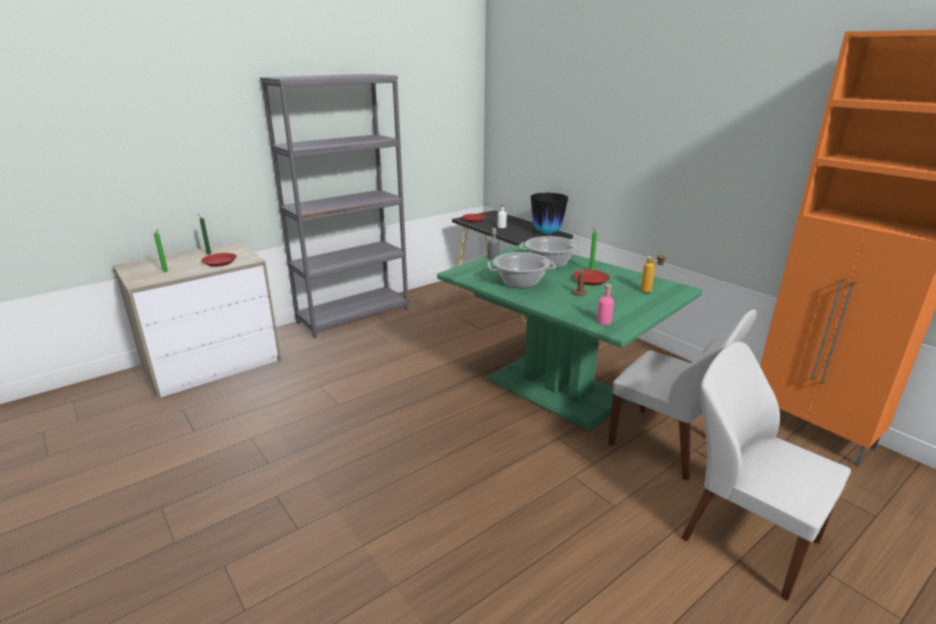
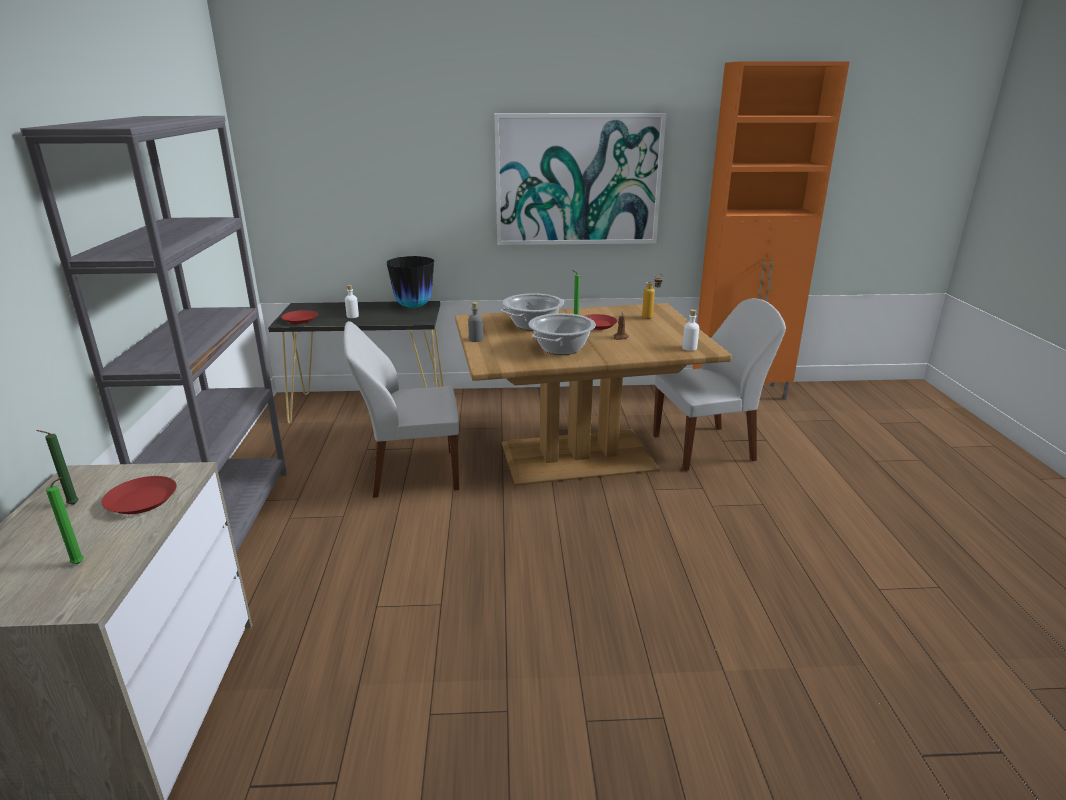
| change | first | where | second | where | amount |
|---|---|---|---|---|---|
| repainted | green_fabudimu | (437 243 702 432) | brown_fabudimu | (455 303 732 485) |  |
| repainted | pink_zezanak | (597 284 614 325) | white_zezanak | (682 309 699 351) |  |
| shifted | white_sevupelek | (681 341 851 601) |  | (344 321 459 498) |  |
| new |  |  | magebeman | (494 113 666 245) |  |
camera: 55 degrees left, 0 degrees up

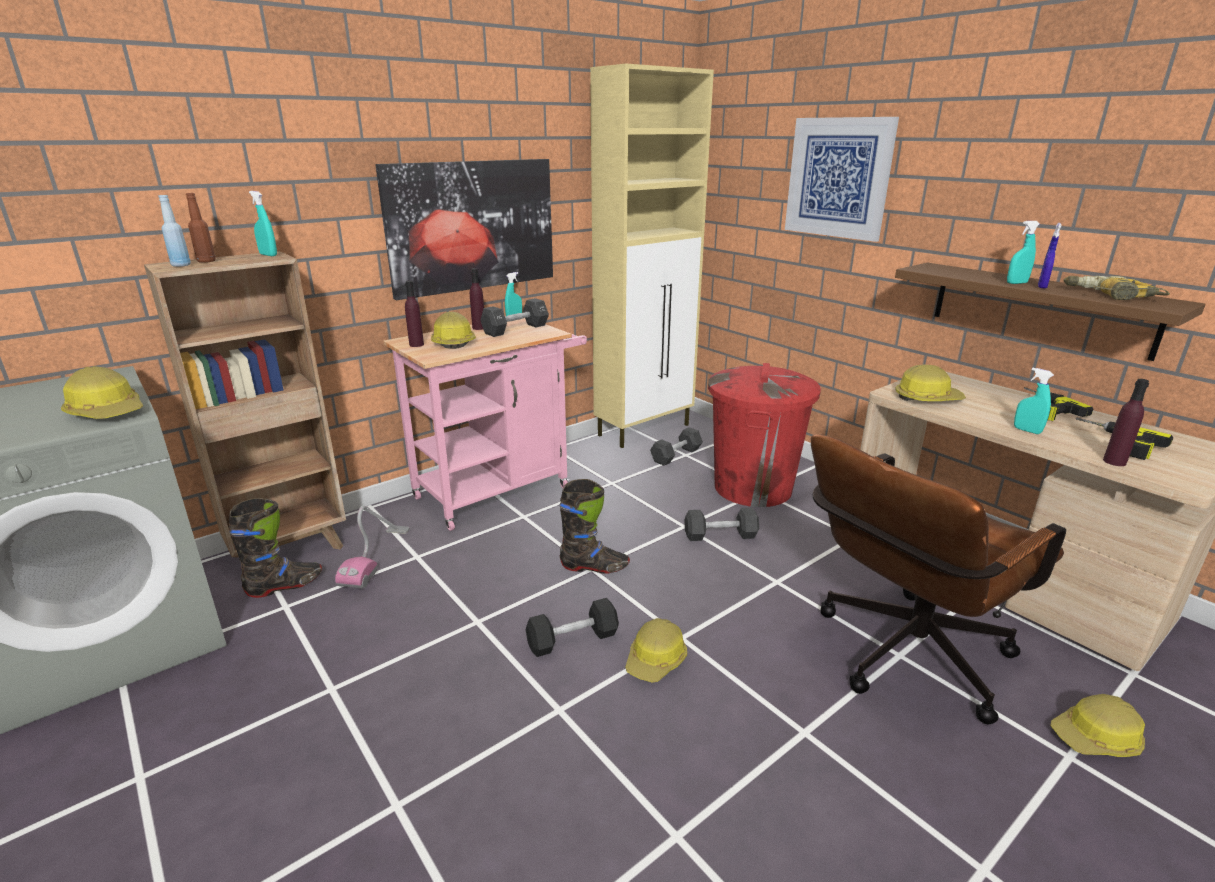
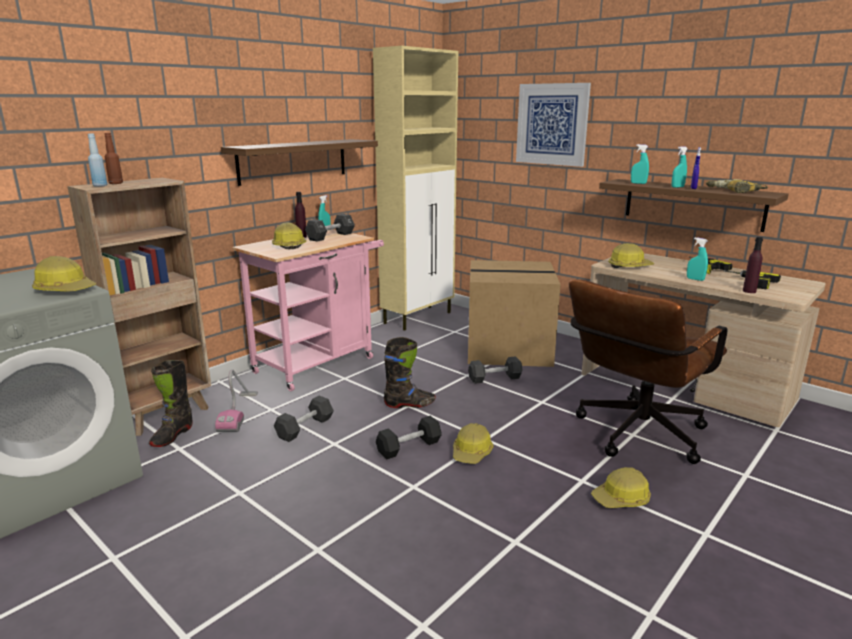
| change | first | where | second | where | amount |
|---|---|---|---|---|---|
| swapped | magebeman | (375 159 553 300) | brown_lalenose | (221 139 378 186) |  |
| shifted | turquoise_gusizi | (249 191 277 256) |  | (631 144 649 184) |  |
| gone | purple_zezanak | (405 281 424 347) |  |  |  |
| swapped | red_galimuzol | (708 363 821 507) | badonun | (468 260 561 367) |  |
| shifted | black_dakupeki | (650 427 703 466) |  | (274 396 334 442) |  |
| rotated | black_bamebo | (229 498 322 598) |  | (149 360 193 447) | 150 degrees clockwise |
| shifted | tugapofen | (1050 694 1145 757) |  | (591 467 651 508) |  |
camera: 10 degrees left, 5 degrees down

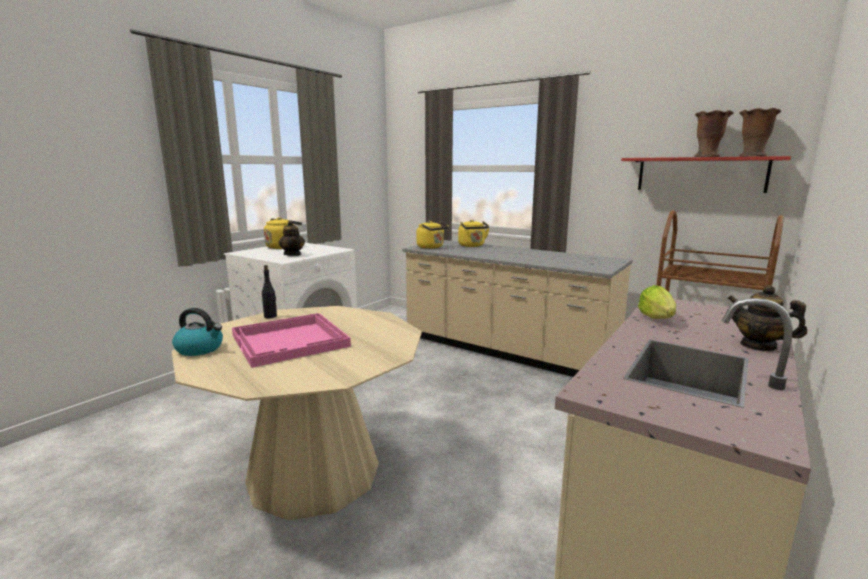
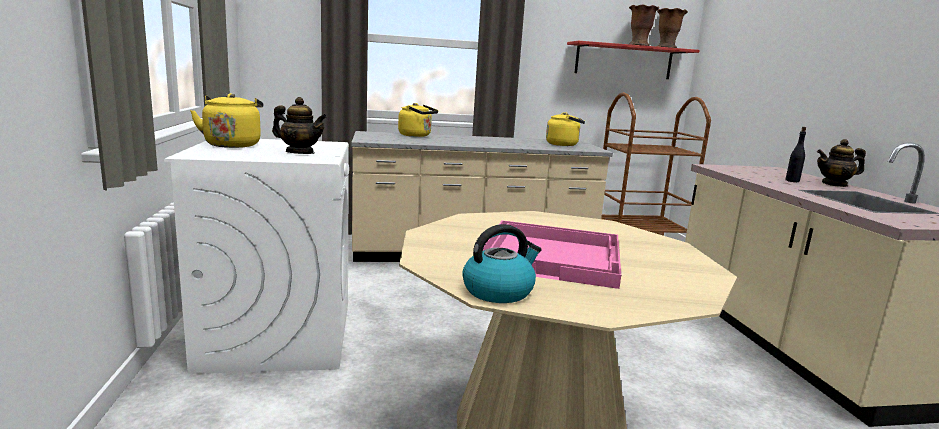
| change | first | where | second | where | amount |
|---|---|---|---|---|---|
| shifted | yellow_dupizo | (416 221 449 249) |  | (546 112 585 146) |  |
| shifted | black_zezanak | (262 265 277 318) |  | (785 127 806 182) |  |
| gone | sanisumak | (638 285 676 319) |  |  |  |
camera: 45 degrees left, 0 degrees up

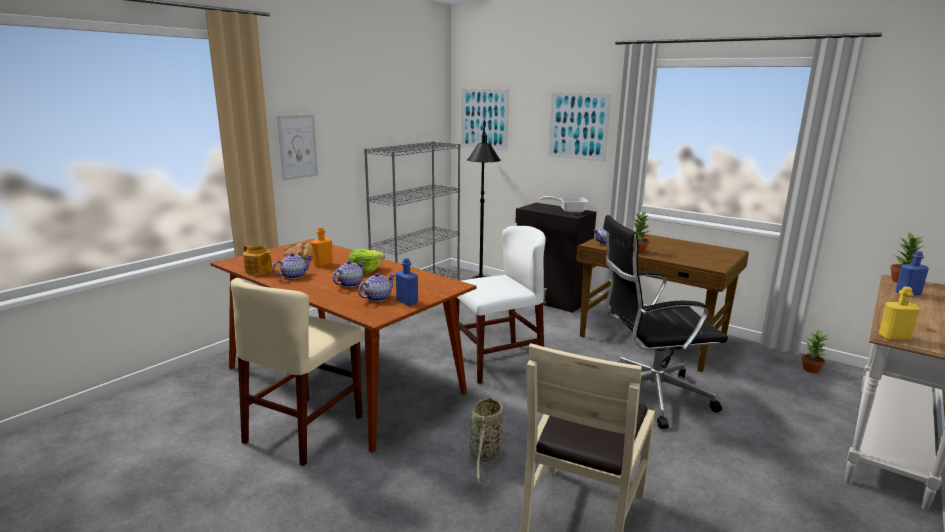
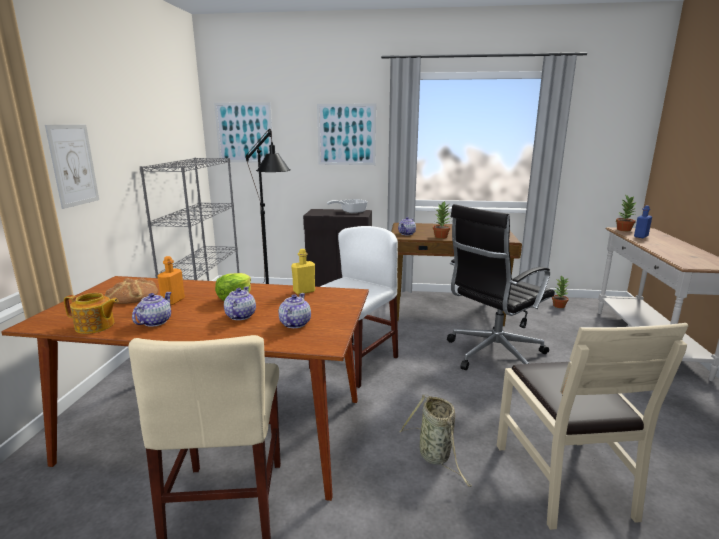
| change | first | where | second | where | amount |
|---|---|---|---|---|---|
| gone | blue_zezanak | (396 258 418 306) |  |  |  |
| shifted | yellow_zezanak | (879 287 920 341) |  | (291 249 315 295) |  |
camera: 30 degrees left, 0 degrees up

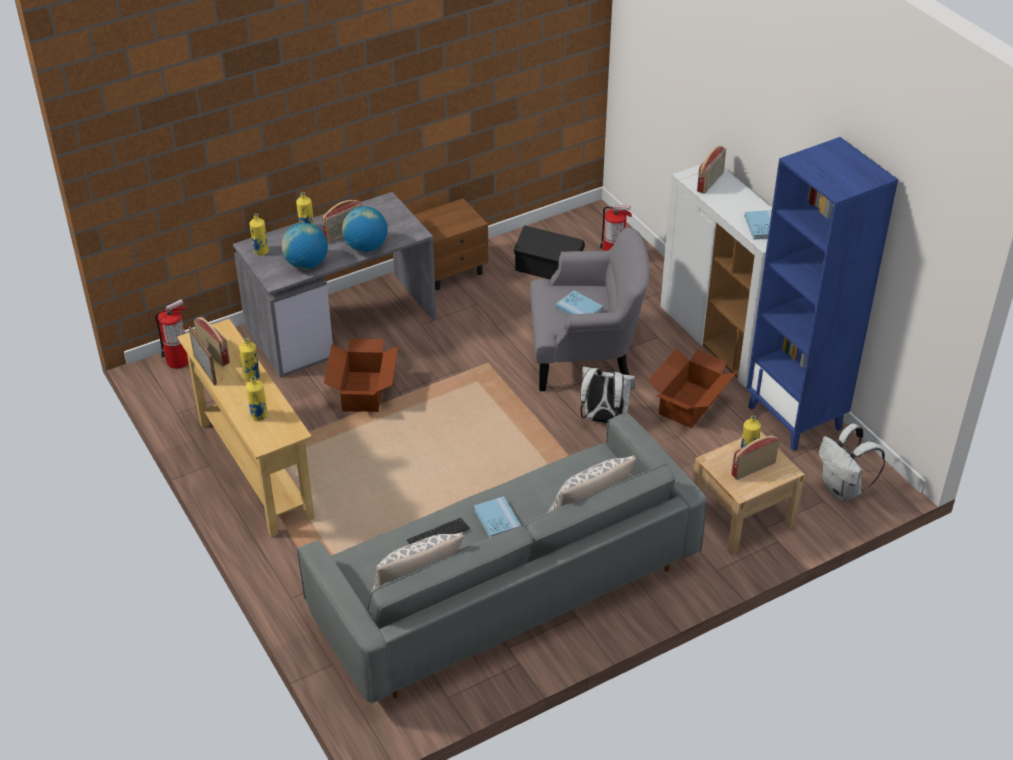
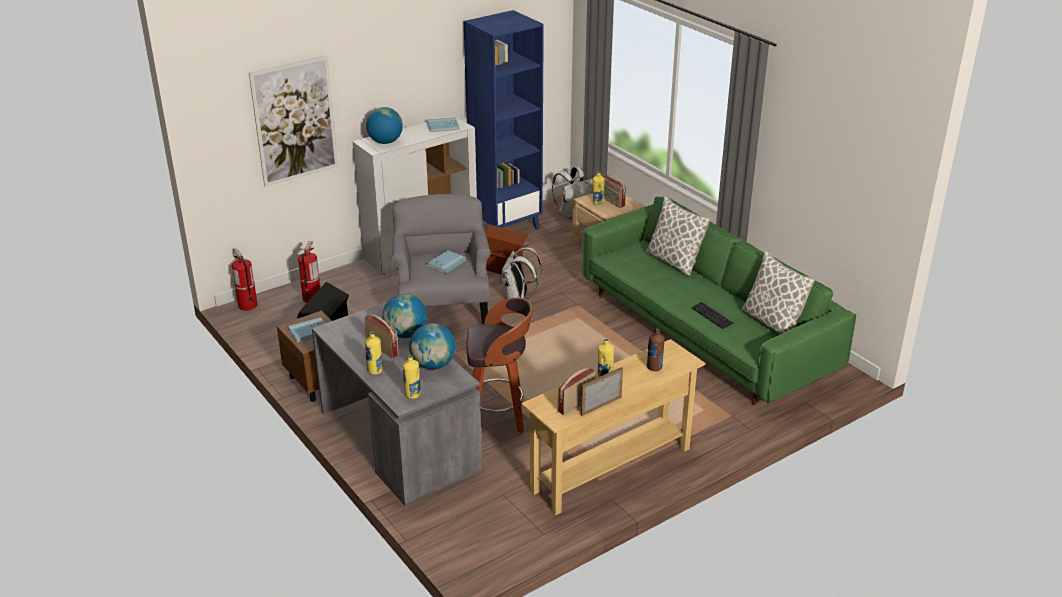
| change | first | where | second | where | amount |
|---|---|---|---|---|---|
| swapped | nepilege | (697 146 726 194) | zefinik | (366 107 403 144) |  |
| shifted | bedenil | (155 299 189 369) |  | (232 248 258 311) |  |
| swapped | badonun | (324 338 398 412) | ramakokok | (467 297 533 433) |  |
| repainted | yellow_zezanak | (246 377 268 421) | brown_zezanak | (647 329 665 371) |  |
| repainted | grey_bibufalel | (297 412 707 704) | green_bibufalel | (582 197 856 405) |  |
| shifted | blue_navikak | (474 496 521 537) |  | (288 317 325 343) |  |
| new |  |  | magebeman | (249 55 338 187) |  |
camera: 95 degrees left, 10 degrees down

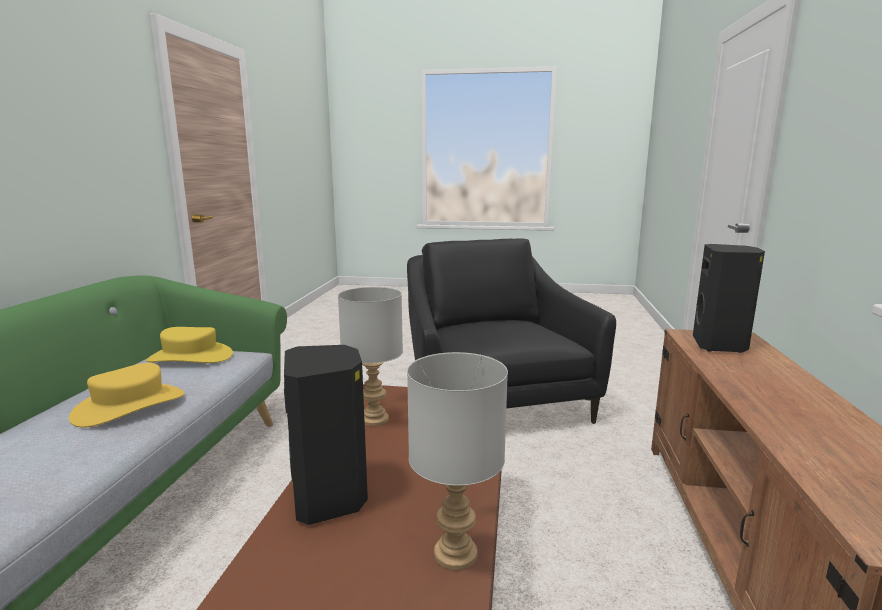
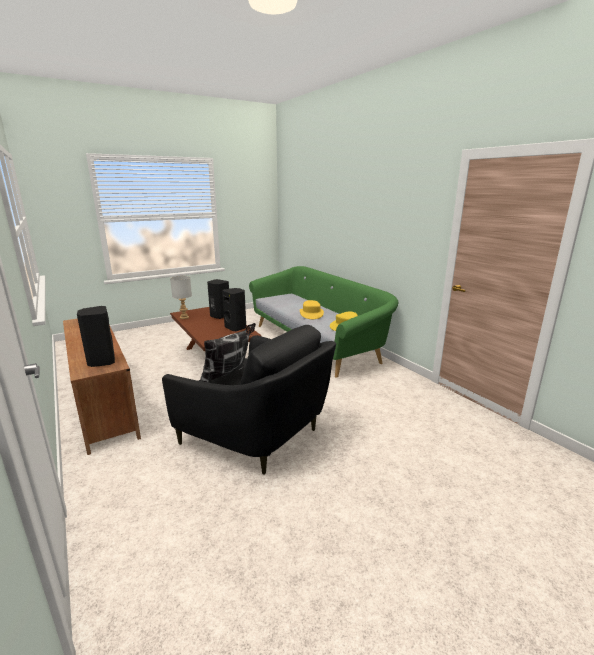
| change | first | where | second | where | amount |
|---|---|---|---|---|---|
| swapped | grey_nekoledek | (338 287 403 426) | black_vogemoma | (222 288 246 332) |  |
| new |  |  | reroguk | (200 323 256 382) |  |
camera: 140 degrees right, 5 degrees up

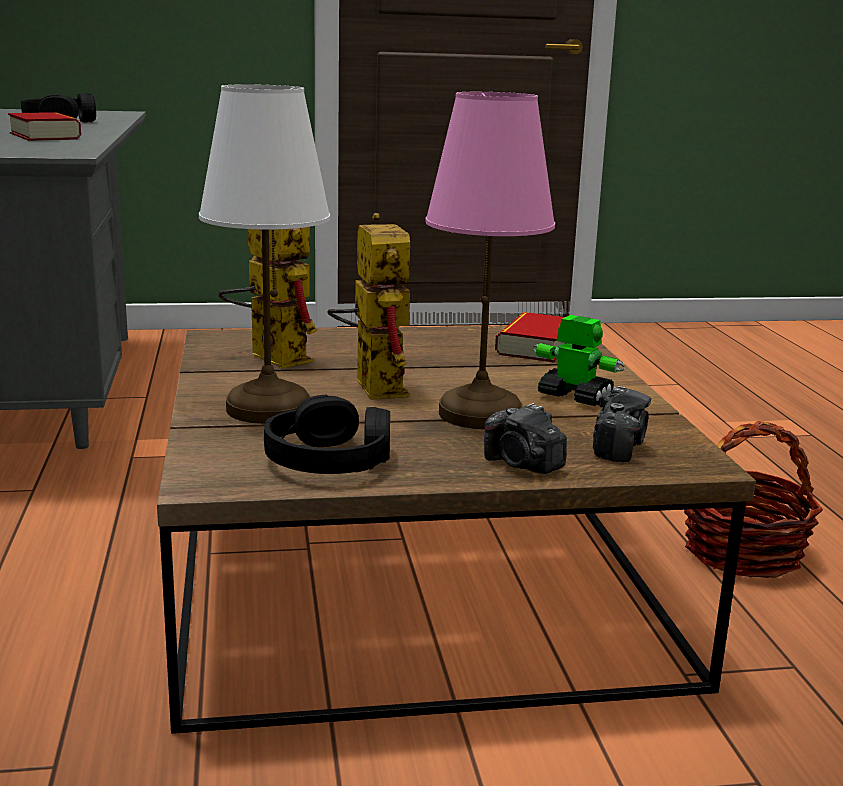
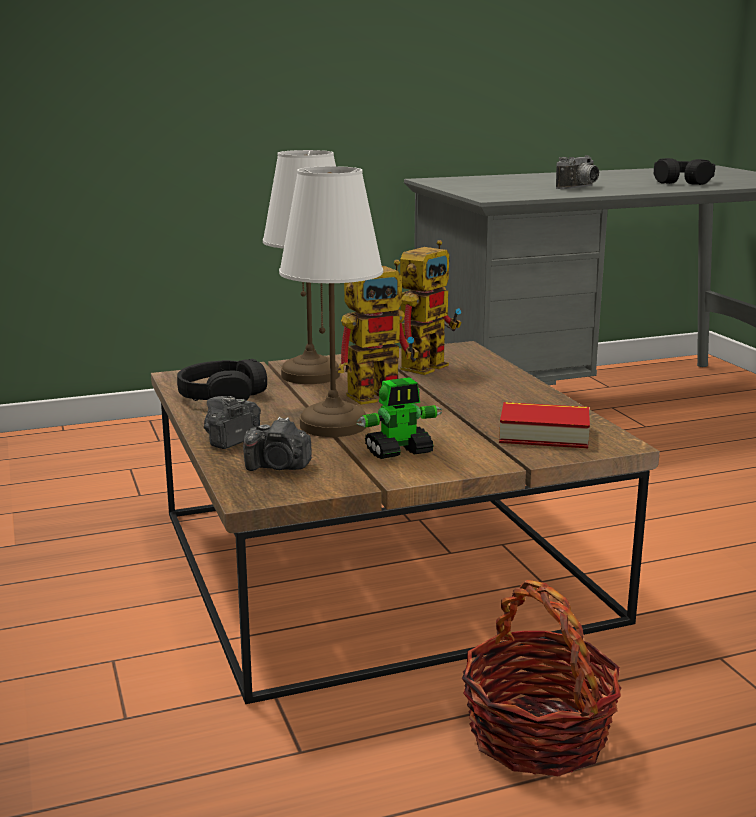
| change | first | where | second | where | amount |
|---|---|---|---|---|---|
| repainted | pink_nekoledek | (425 92 555 429) | white_nekoledek | (279 166 383 437) |  |
| swapped | navikak | (8 112 81 141) | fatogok | (556 155 599 189) |  |
| rotated | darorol | (533 315 625 406) |  | (356 377 442 459) | 45 degrees clockwise |
camera: 80 degrees right, 0 degrees up

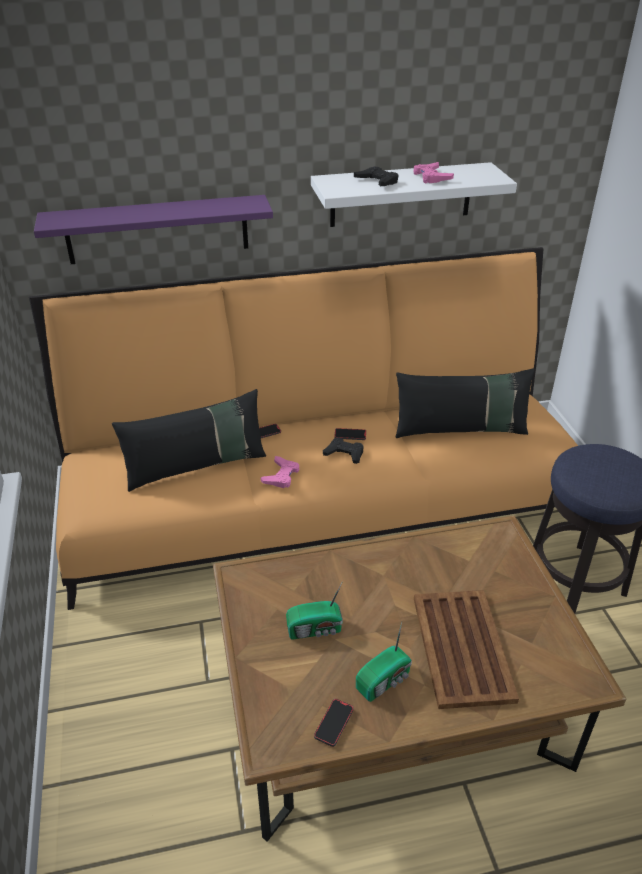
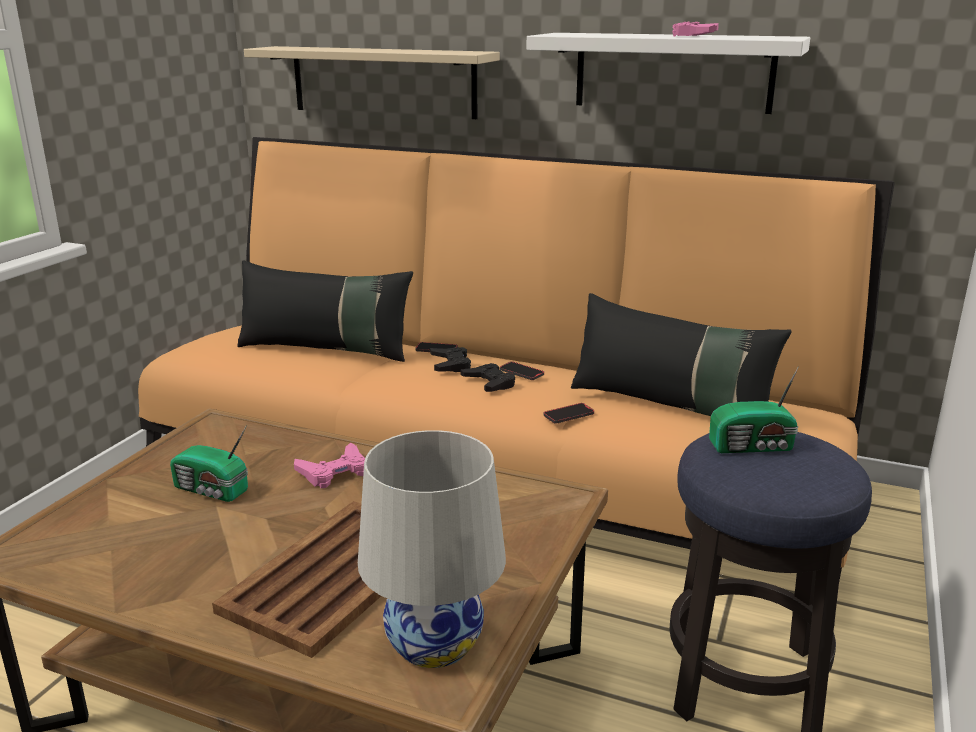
| change | first | where | second | where | amount |
|---|---|---|---|---|---|
| shifted | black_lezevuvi | (354 166 399 186) |  | (430 347 471 372) |  |
| repainted | purple_lalenose | (34 195 273 264) | beige_lalenose | (244 46 500 119) |  |
| shifted | pink_lezevuvi | (261 456 299 488) |  | (294 443 365 488) |  |
| shifted | nepilege | (356 622 412 702) |  | (709 366 799 453) |  |
| shifted | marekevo | (314 699 354 747) |  | (544 403 594 423) |  |
| new |  |  | white_nekoledek | (358 430 506 668) |  |
camera: 35 degrees right, 15 degrees down

